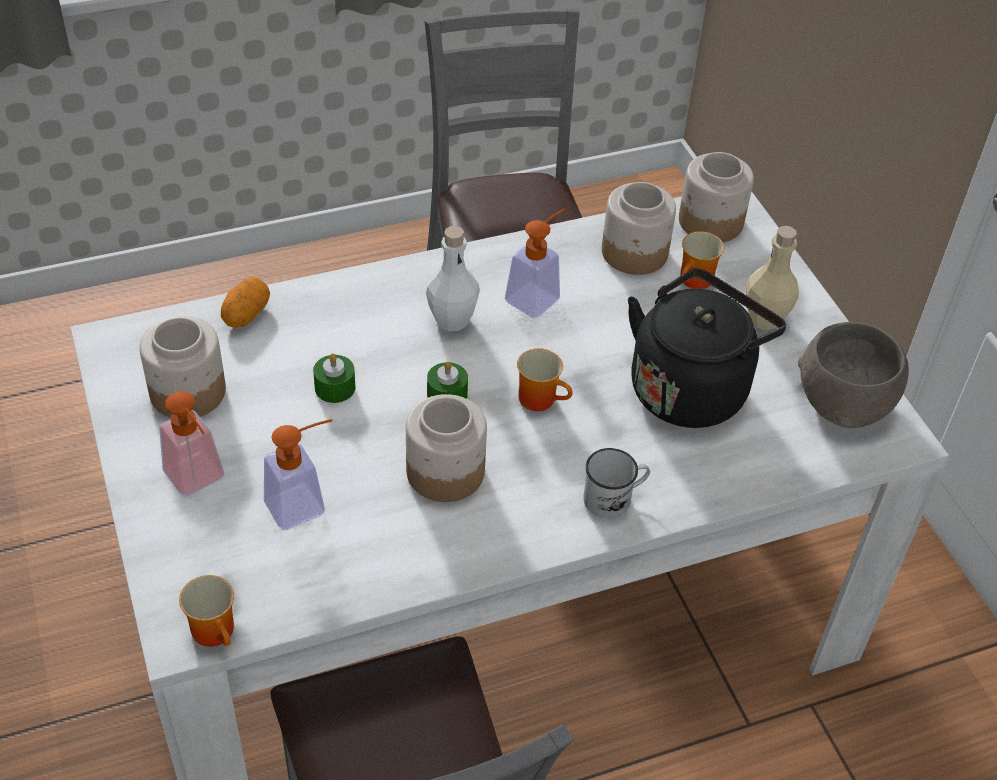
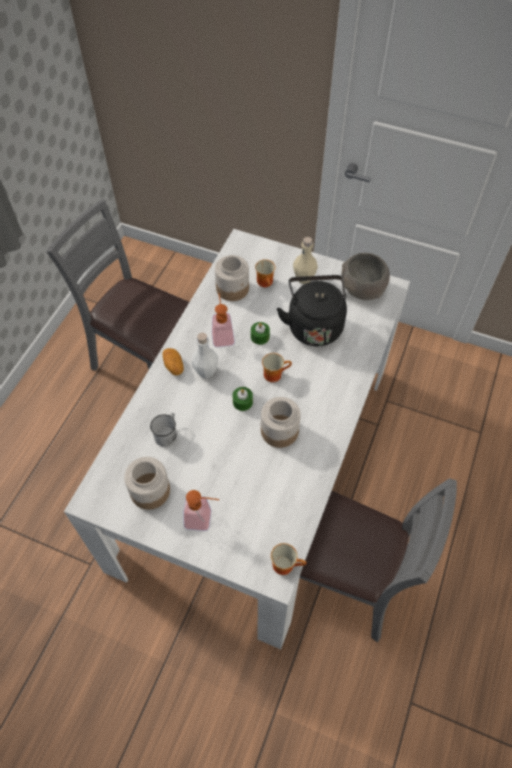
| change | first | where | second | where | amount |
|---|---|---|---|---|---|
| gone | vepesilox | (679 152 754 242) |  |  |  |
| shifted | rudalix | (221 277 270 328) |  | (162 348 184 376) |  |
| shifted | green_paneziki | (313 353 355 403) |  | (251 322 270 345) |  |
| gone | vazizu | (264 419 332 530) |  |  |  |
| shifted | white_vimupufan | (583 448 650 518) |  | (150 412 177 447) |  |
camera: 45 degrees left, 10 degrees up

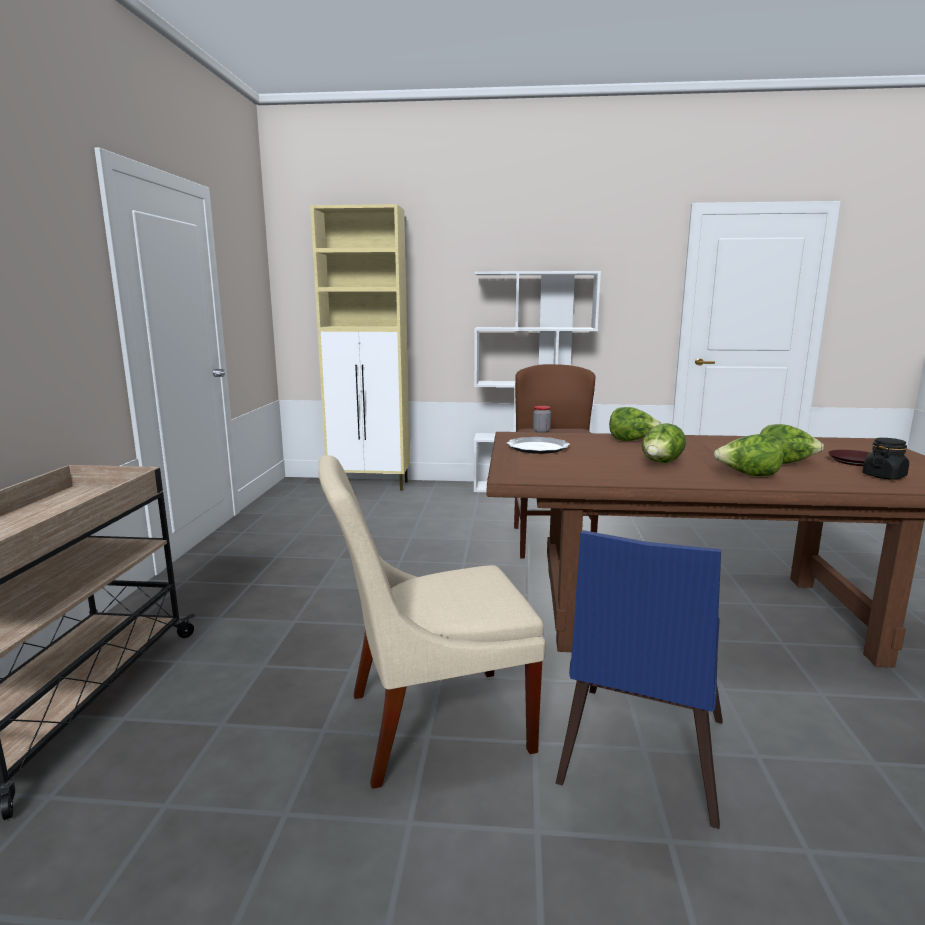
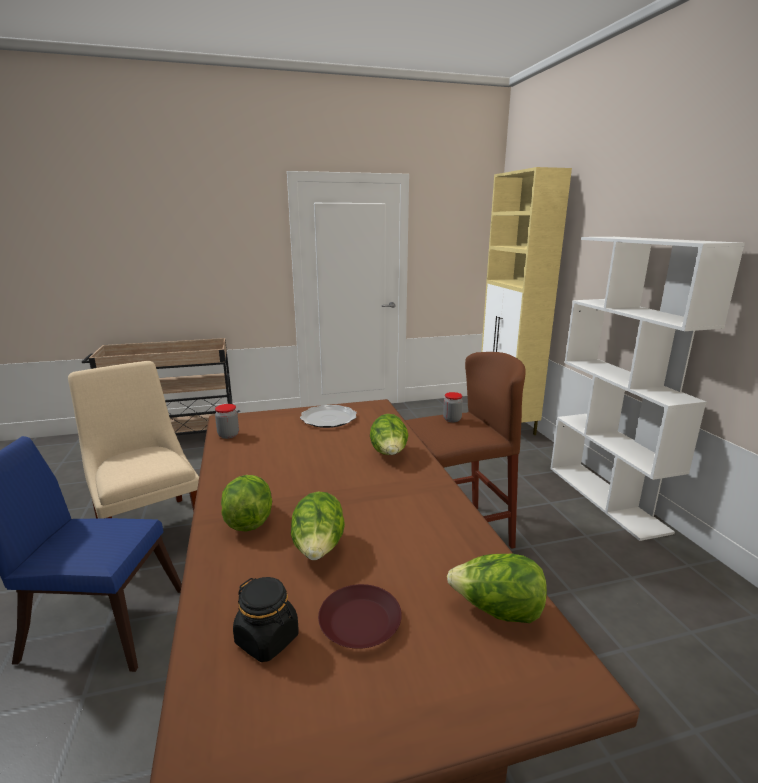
| change | first | where | second | where | amount |
|---|---|---|---|---|---|
| shifted | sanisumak | (642 423 686 463) |  | (447 554 547 623) |  |
| new |  |  | vepesilox | (215 404 239 439) |  |
camera: 70 degrees right, 5 degrees up

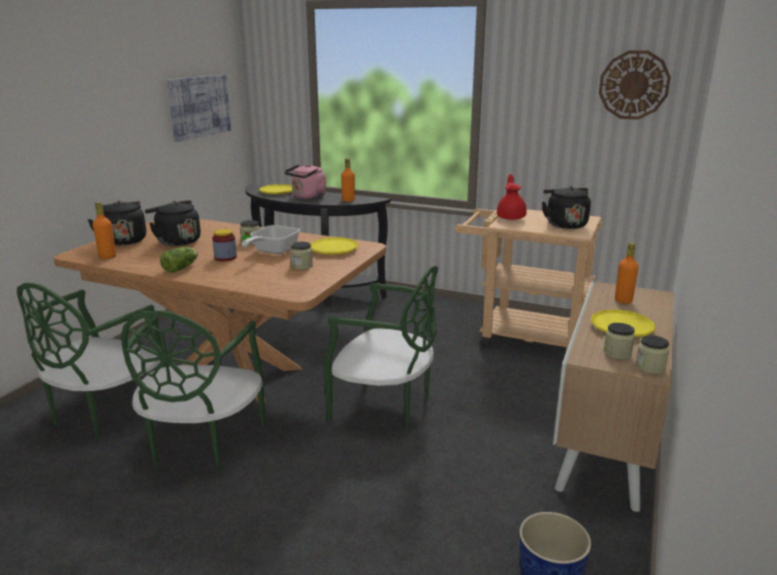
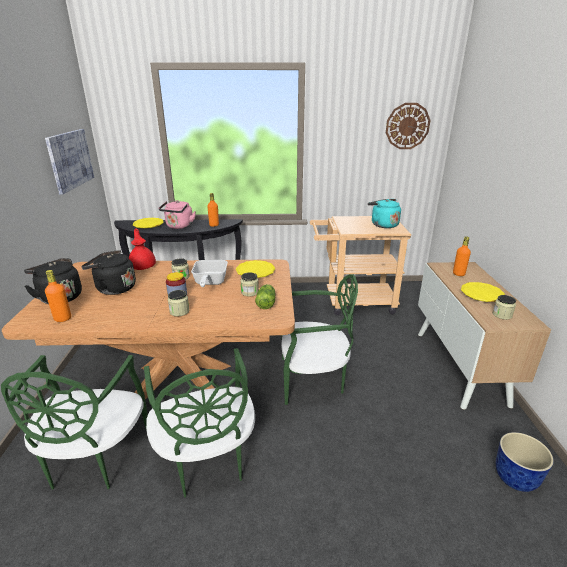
| change | first | where | second | where | amount |
|---|---|---|---|---|---|
| shifted | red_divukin | (497 174 527 220) |  | (129 228 156 270) |  |
| repainted | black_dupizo | (542 186 591 229) | turquoise_dupizo | (368 199 401 228) |  |
| shifted | sanisumak | (160 247 198 273) |  | (255 284 276 309) |  |
| shifted | vepesilox | (636 335 669 374) |  | (168 290 189 316) |  |
camera: 25 degrees left, 5 degrees up

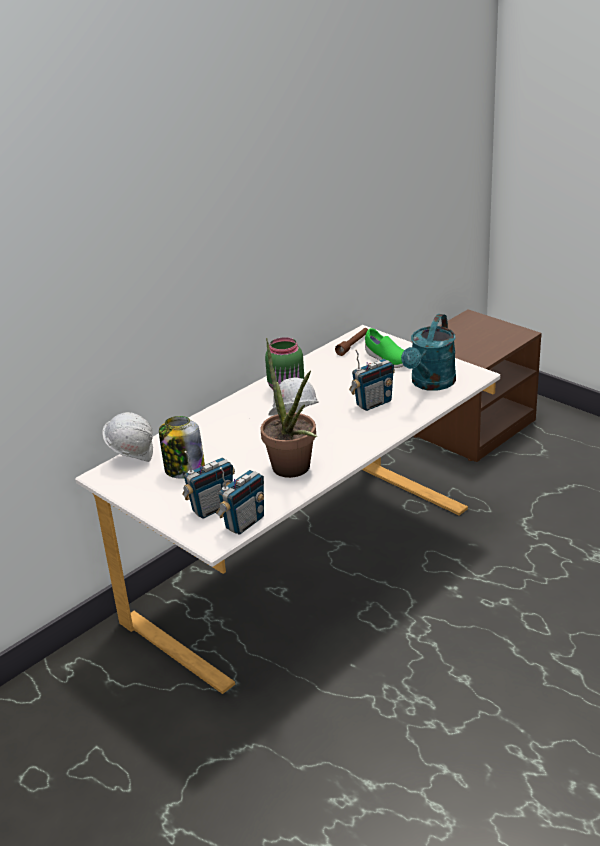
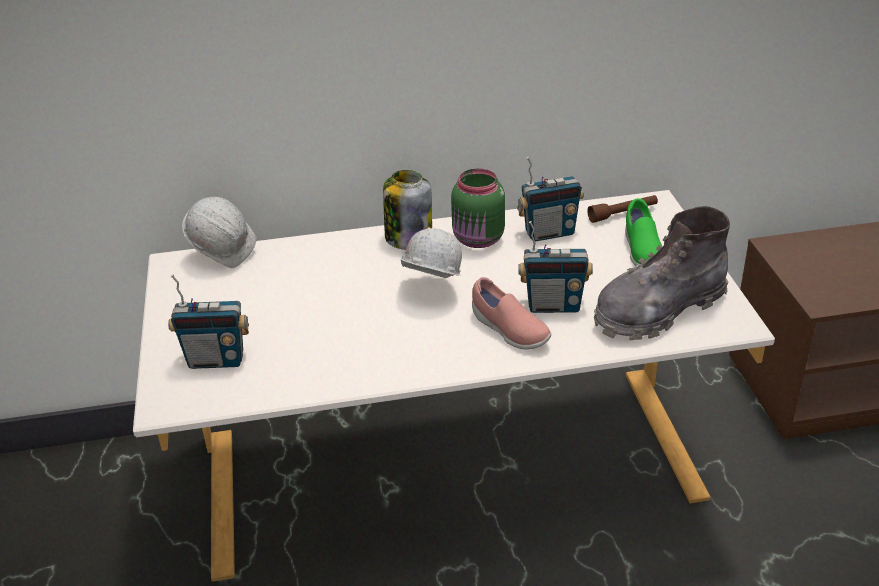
| change | first | where | second | where | amount |
|---|---|---|---|---|---|
| swapped | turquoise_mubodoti | (401 314 456 391) | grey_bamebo | (594 206 730 340) |  |
| gone | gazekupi | (261 338 317 478) |  |  |  |
| shifted | vepesilox | (159 416 205 479) |  | (383 170 432 250) |  |
| shifted | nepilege | (216 467 264 535) |  | (517 157 584 242) |  |
| new |  |  | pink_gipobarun | (472 277 551 350) |  |
camera: 35 degrees right, 5 degrees up

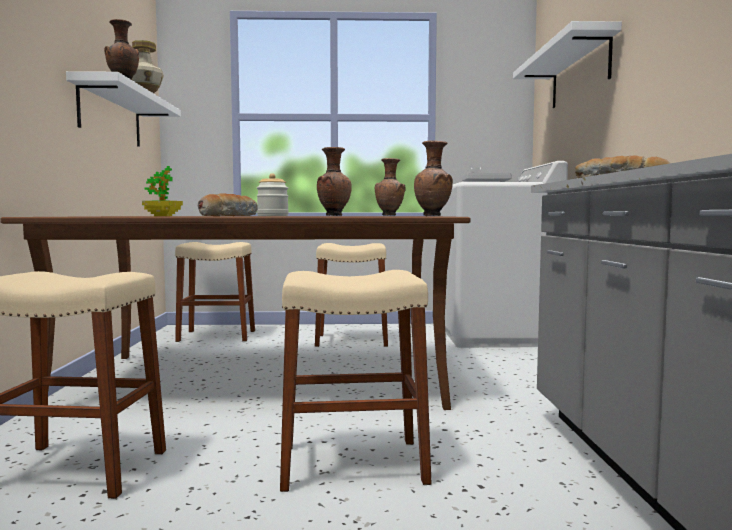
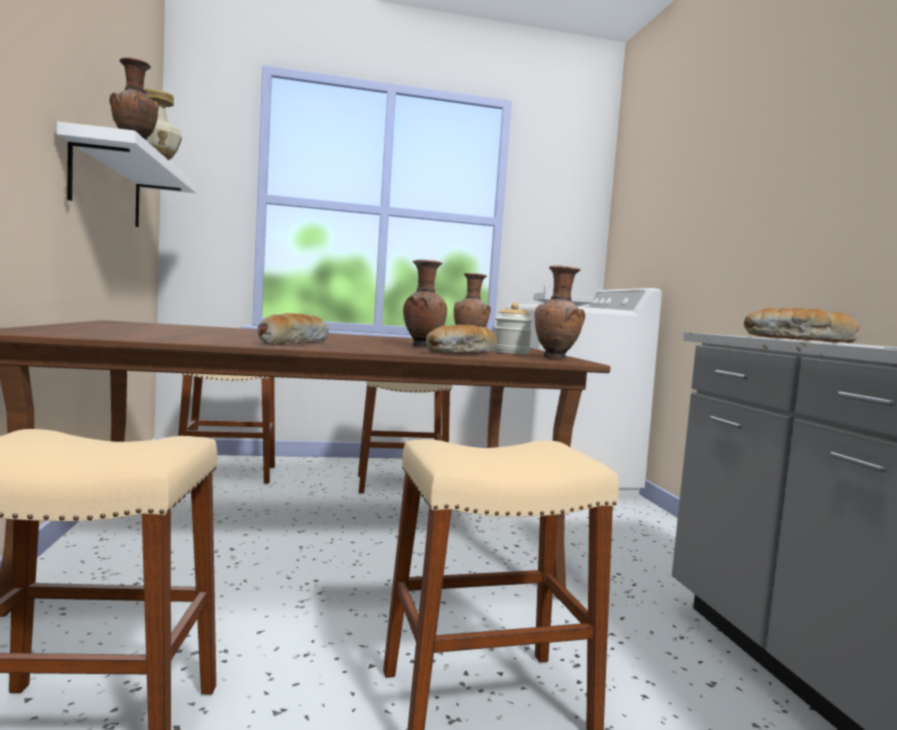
| change | first | where | second | where | amount |
|---|---|---|---|---|---|
| gone | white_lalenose | (513 21 622 108) |  |  |  |
| gone | gazekupi | (142 166 183 216) |  |  |  |
| shifted | vepesilox | (257 173 289 216) |  | (494 303 532 354) |  |
| new |  |  | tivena | (426 324 497 353) |  |
camera: 10 degrees left, 0 degrees up

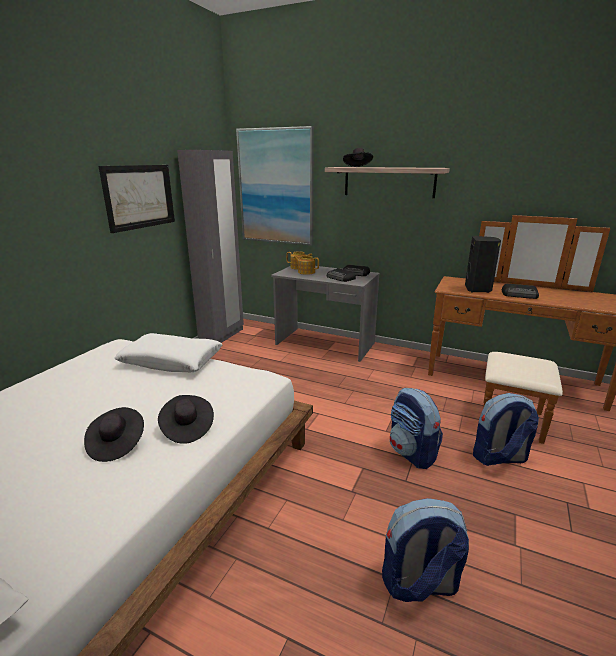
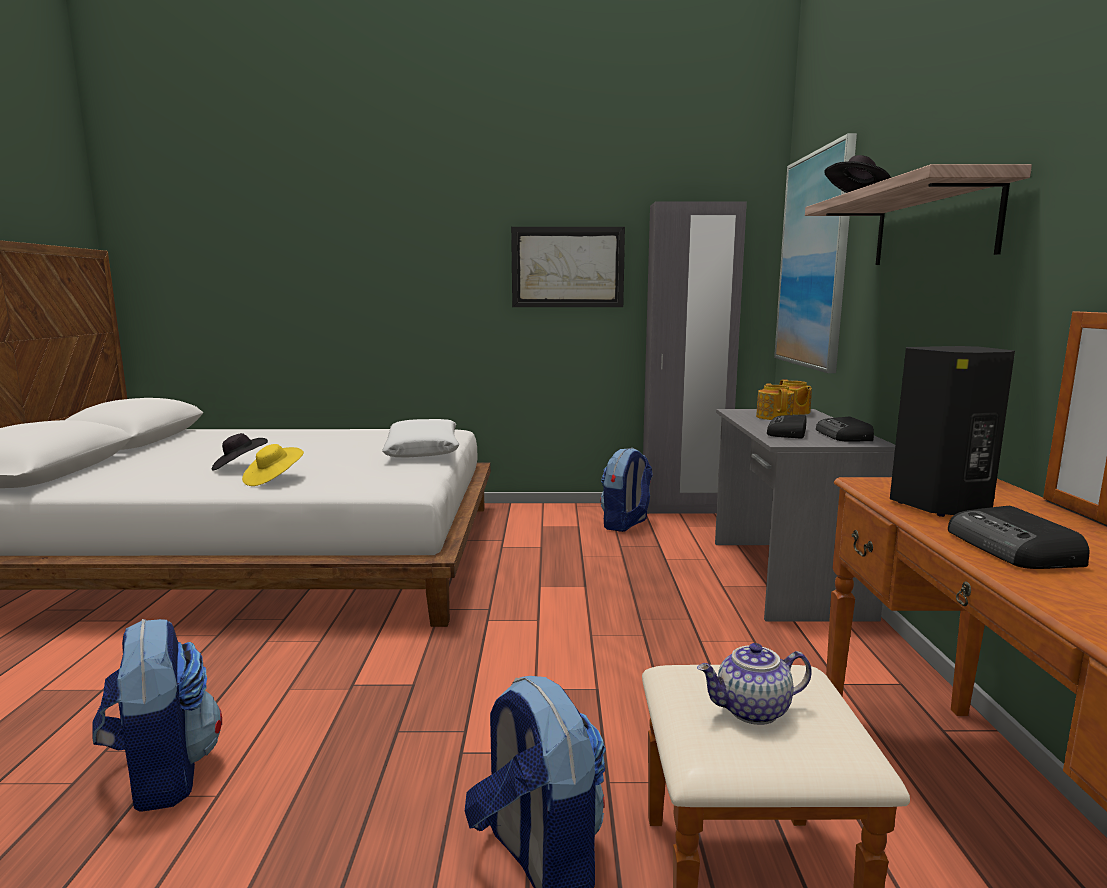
| change | first | where | second | where | amount |
|---|---|---|---|---|---|
| shifted | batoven | (390 388 443 469) |  | (601 448 653 532) |  |
| repainted | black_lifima | (158 395 214 444) | yellow_lifima | (242 444 304 486) |  |
| new |  |  | divukin | (697 643 812 725) |  |
camera: 65 degrees right, 10 degrees down

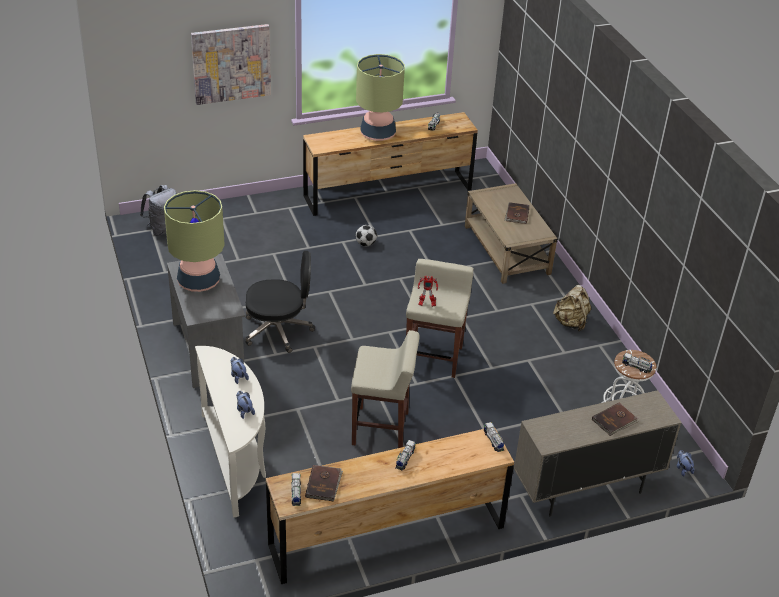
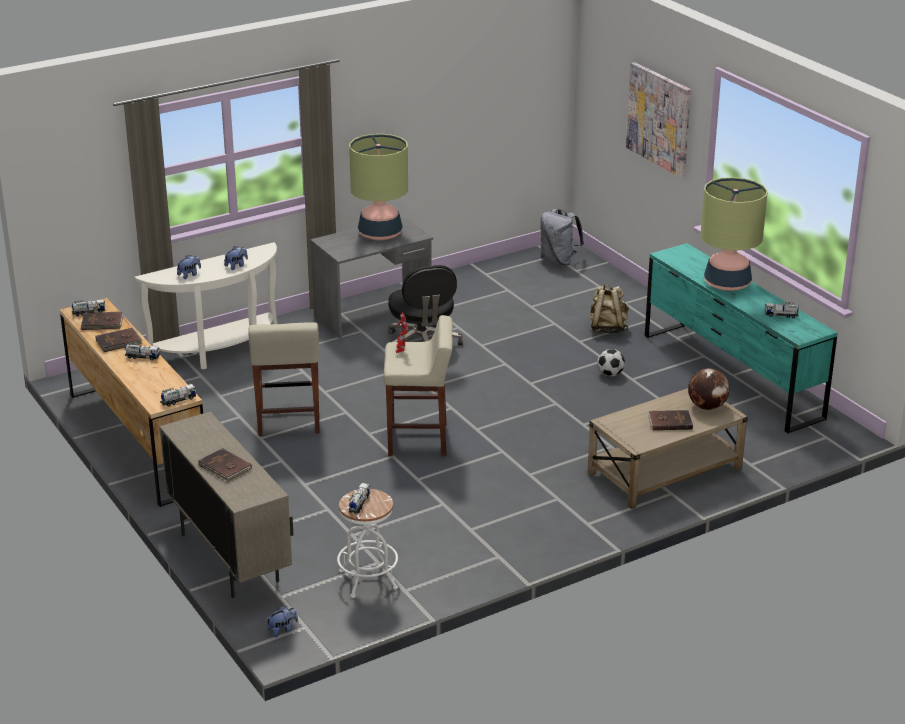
| change | first | where | second | where | amount |
|---|---|---|---|---|---|
| repainted | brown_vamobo | (303 112 478 216) | turquoise_vamobo | (645 243 838 434) |  |
| shifted | beige_batoven | (553 285 591 331) |  | (589 284 629 334) |  |
| new |  |  | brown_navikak | (95 328 142 352) |  |
| new |  |  | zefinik | (688 368 730 410) |  |
camera: 80 degrees right, 10 degrees down

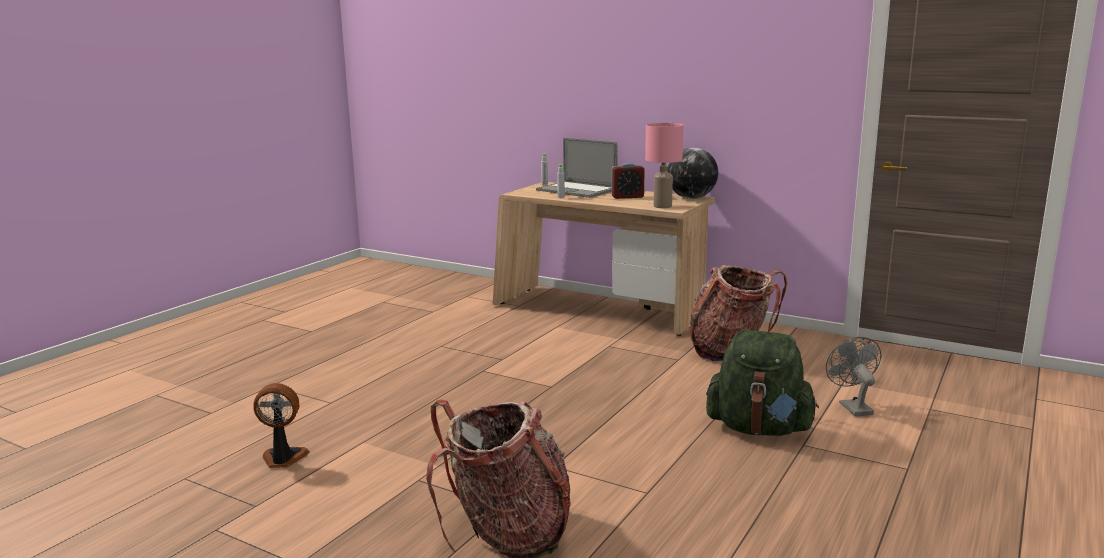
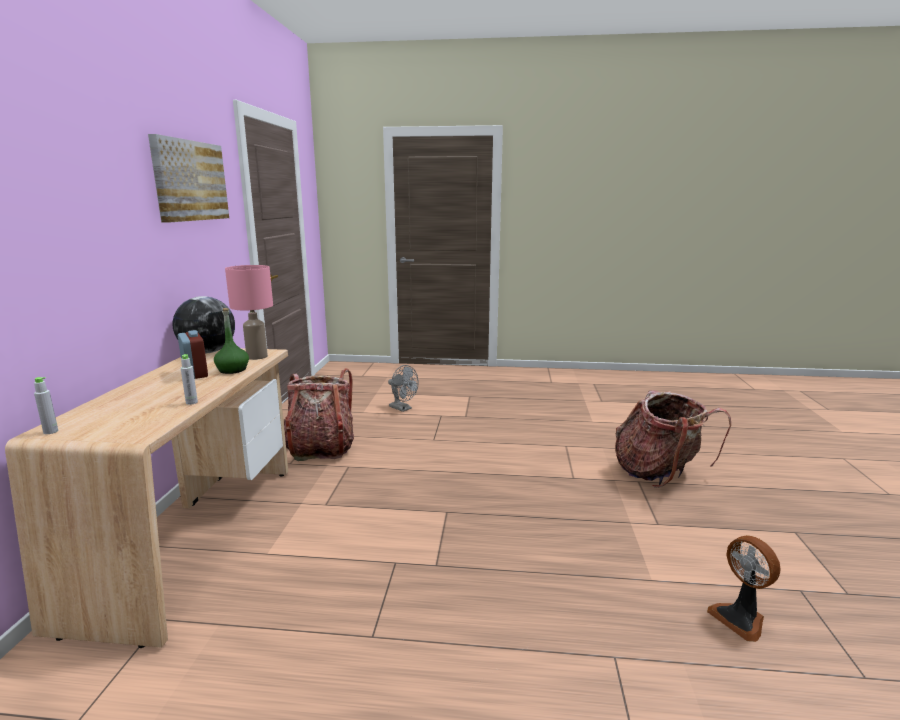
| change | first | where | second | where | amount |
|---|---|---|---|---|---|
| gone | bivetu | (536 138 618 198) |  |  |  |
| gone | green_batoven | (706 330 819 436) |  |  |  |
| rotated | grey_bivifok | (826 337 882 417) |  | (388 365 419 412) | 105 degrees counterclockwise |
| new |  |  | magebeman | (148 134 229 223) |  |
| new |  |  | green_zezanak | (214 308 249 374) |  |
camera: 115 degrees left, 0 degrees up

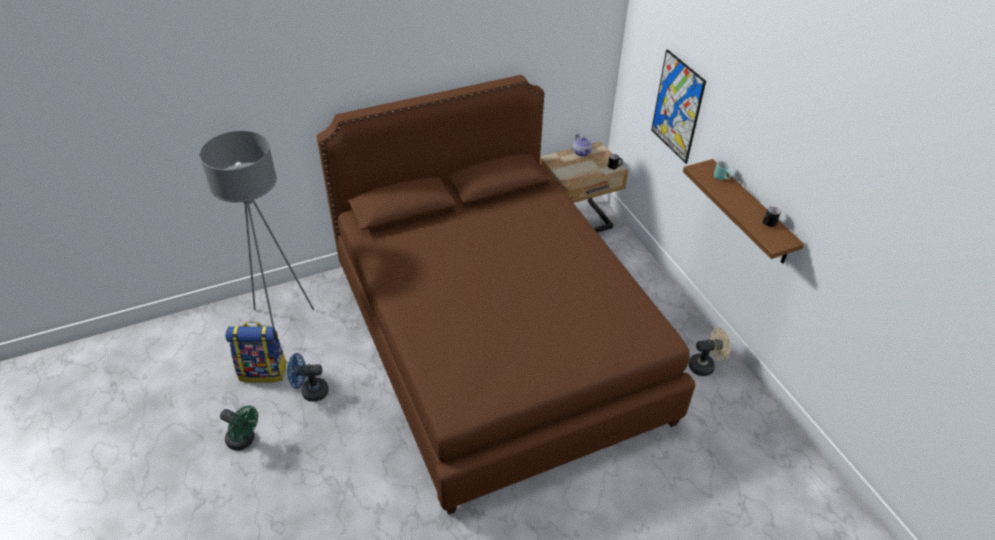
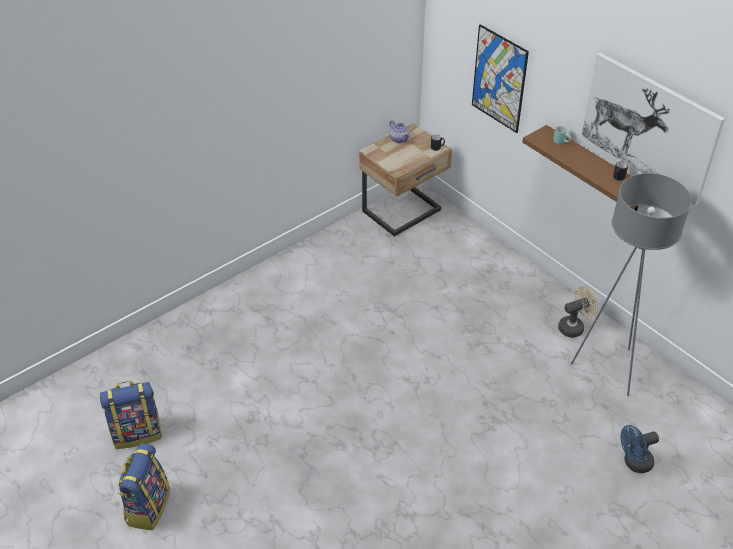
| change | first | where | second | where | amount |
|---|---|---|---|---|---|
| gone | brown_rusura | (317 75 696 515) |  |  |  |
| shifted | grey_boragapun | (199 131 314 327) |  | (571 173 692 396) |  |
| shifted | blue_bivifok | (287 353 329 402) |  | (620 425 659 473) |  |
| swapped | green_bivifok | (220 406 258 451) | batoven | (119 444 170 530) |  |
| new |  |  | magebeman | (581 53 725 205) |  |
camera: 15 degrees left, 0 degrees up

